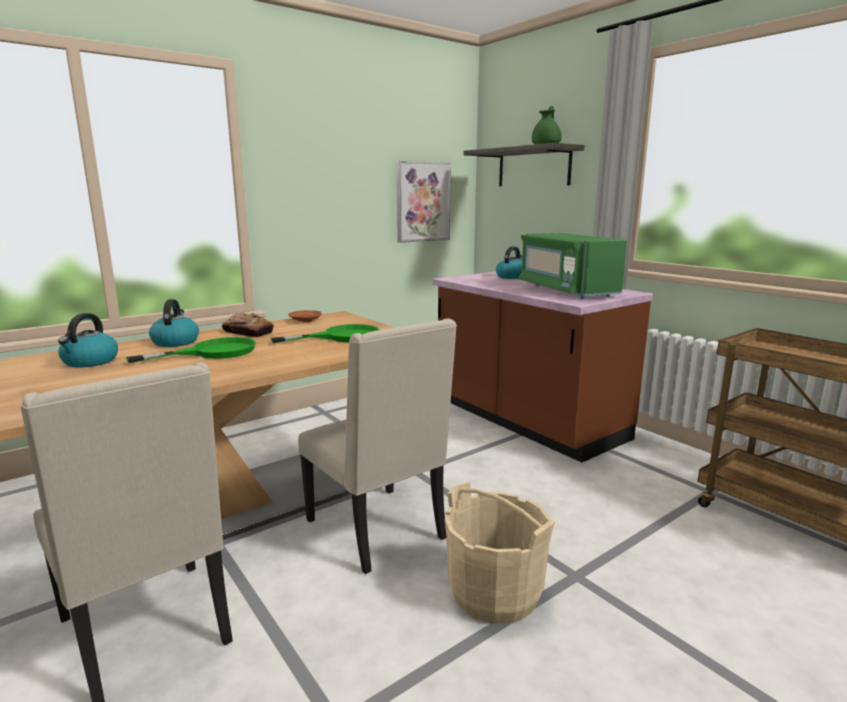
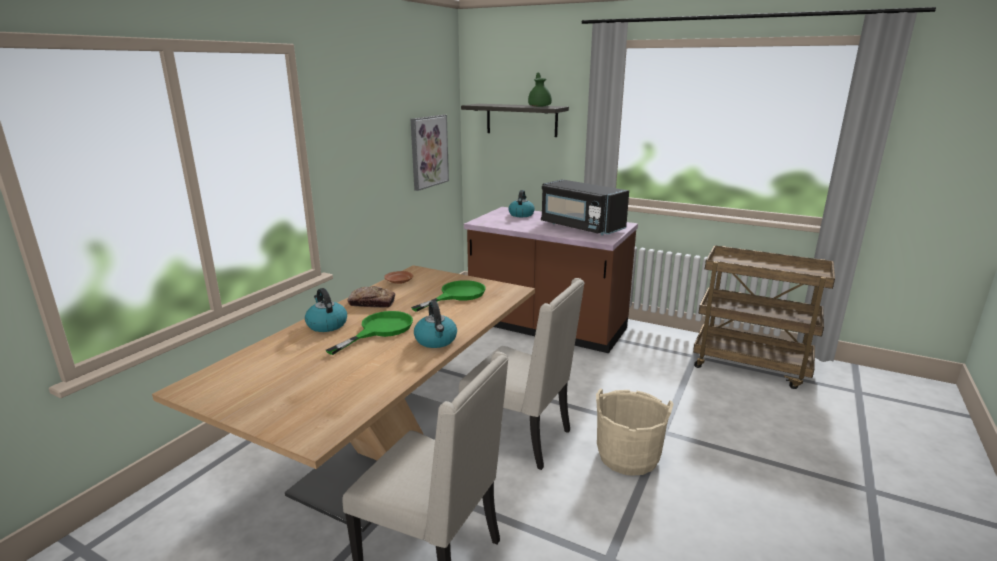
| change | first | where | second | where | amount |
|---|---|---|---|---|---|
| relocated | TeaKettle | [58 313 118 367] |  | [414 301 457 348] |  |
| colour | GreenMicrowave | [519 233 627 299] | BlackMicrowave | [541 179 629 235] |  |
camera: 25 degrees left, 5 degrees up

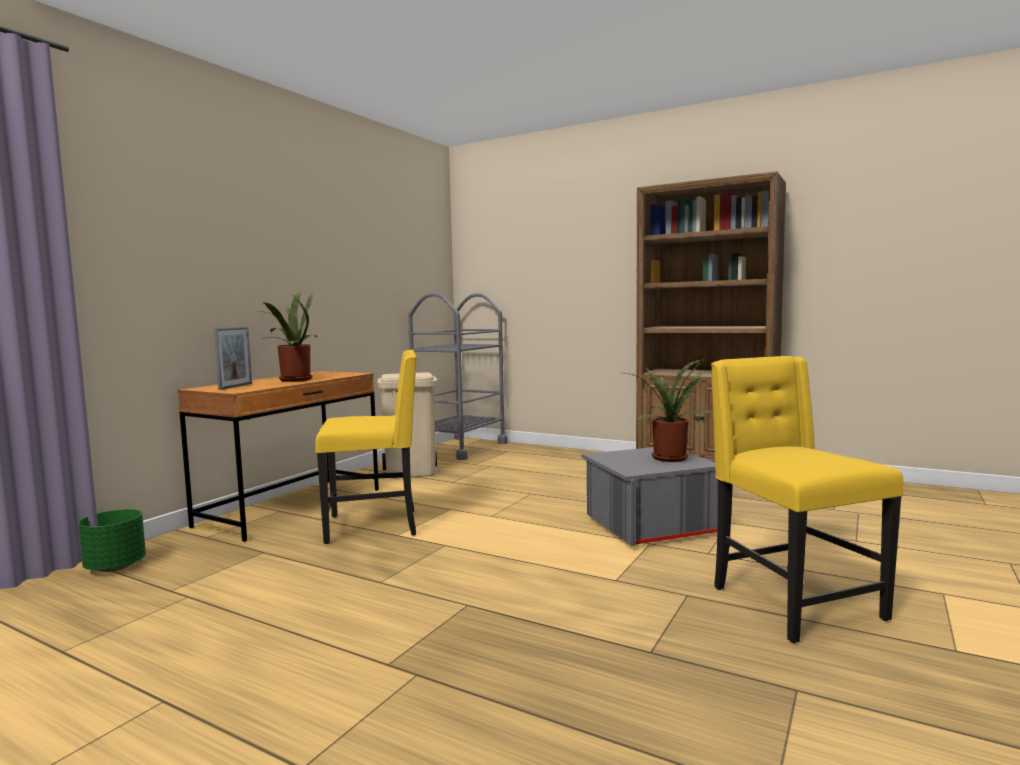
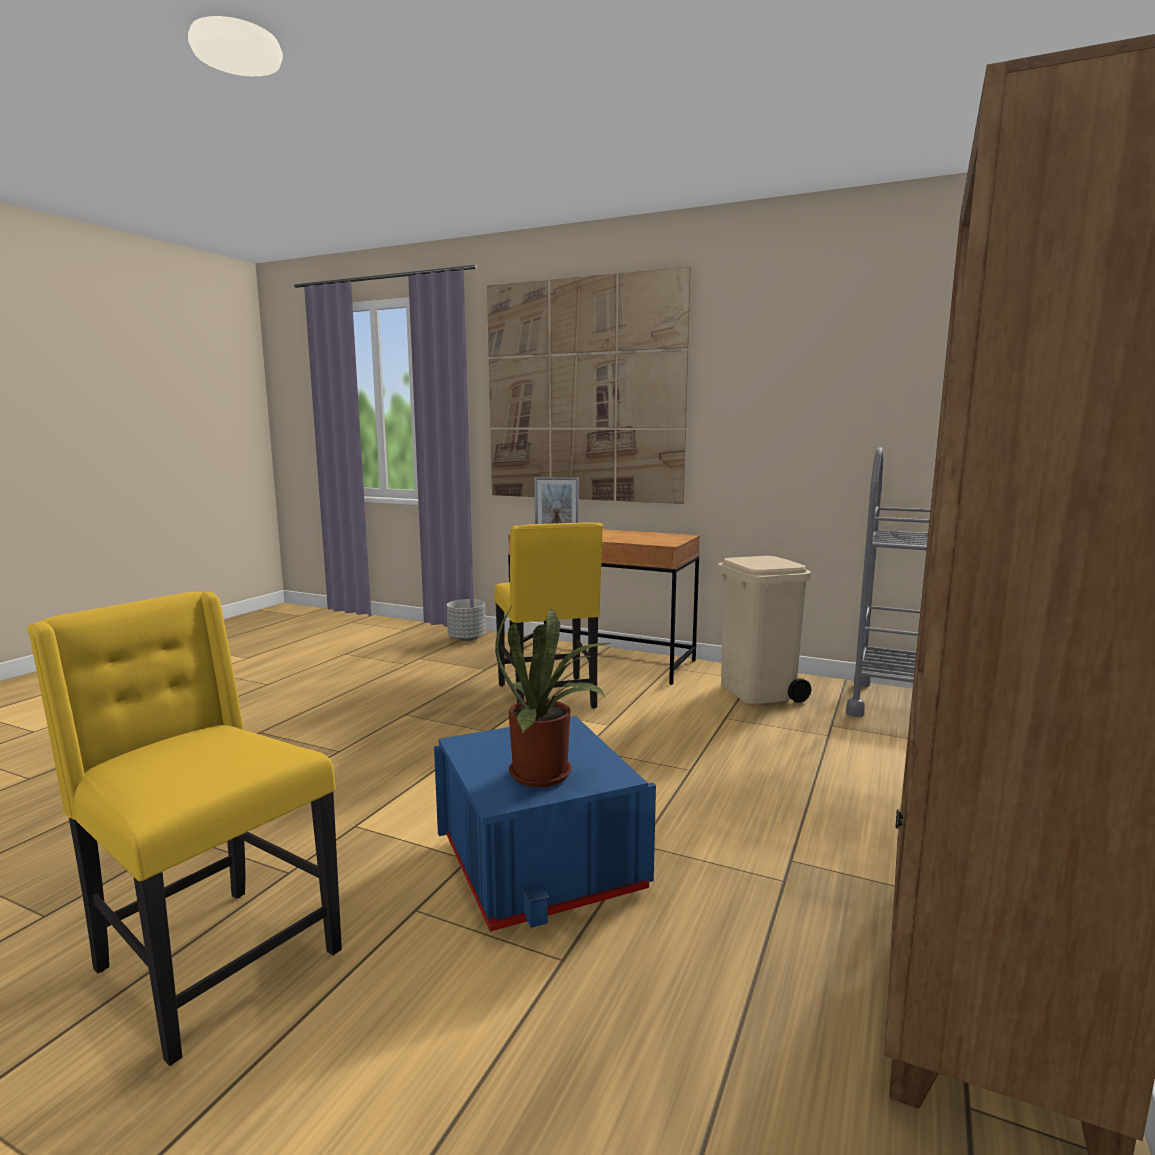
| change | first | where | second | where | amount |
|---|---|---|---|---|---|
| spun | YellowColouredUprightChair | [711 356 903 643] |  | [27 591 342 1066] | 120 degrees counterclockwise |
| colour | GreyishStorageContainer | [582 447 718 546] | BluishStorageContainer | [434 716 656 932] |  |
| colour | GreenPlantPot | [78 509 146 572] | GreyishPlantPot | [447 599 486 641] |  |
| appeared |  |  | WallPicture | [487 267 691 504] |  |
| missing | PlantInAPot | [258 291 317 382] |  |  |  |
camera: 85 degrees right, 5 degrees up

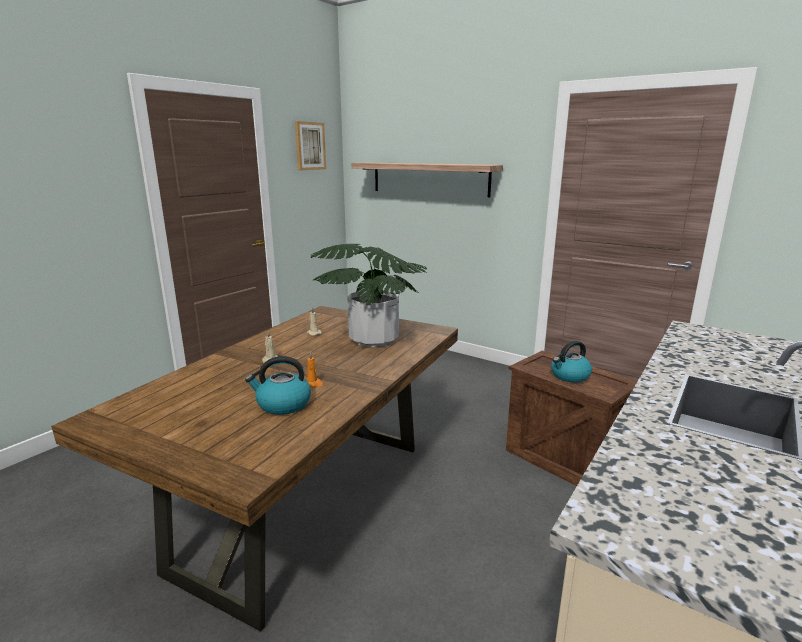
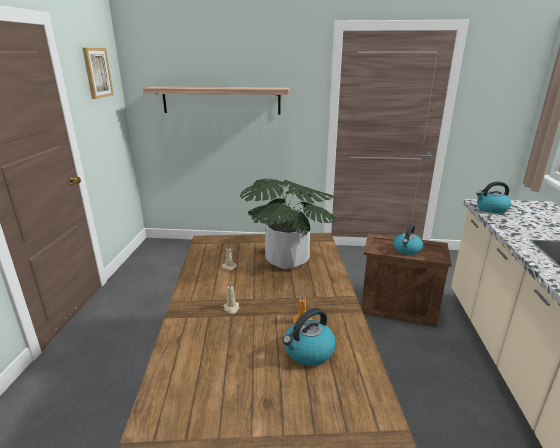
| change | first | where | second | where | amount |
|---|---|---|---|---|---|
| appeared |  |  | TeaKettle | [476 181 511 214] |  |
camera: 30 degrees left, 5 degrees up

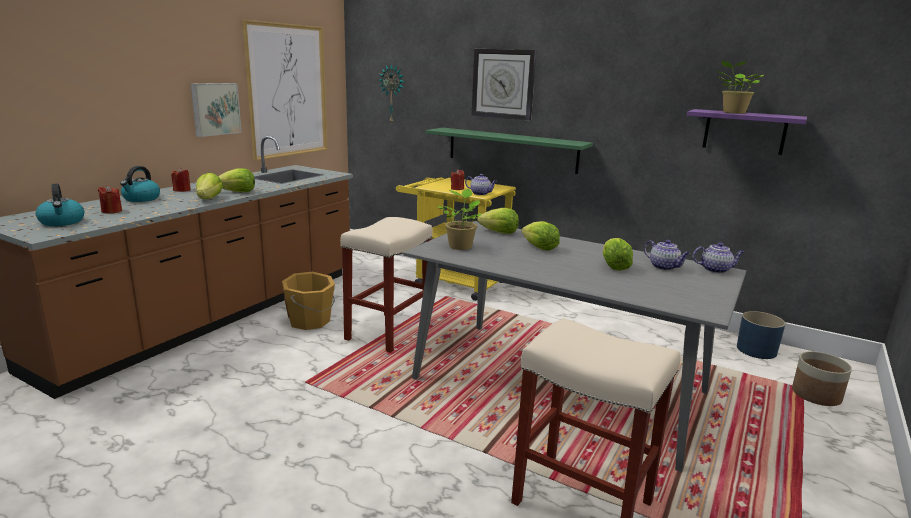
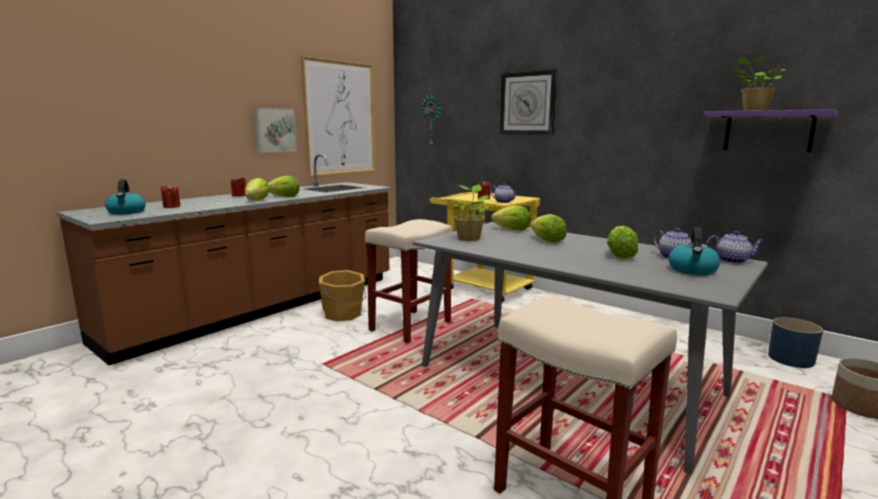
| change | first | where | second | where | amount |
|---|---|---|---|---|---|
| relocated | TeaKettle | [120 166 160 202] |  | [668 227 720 275] |  |
| missing | GreenBracketShelf | [426 128 593 174] |  |  |  |
camera: 10 degrees right, 5 degrees down

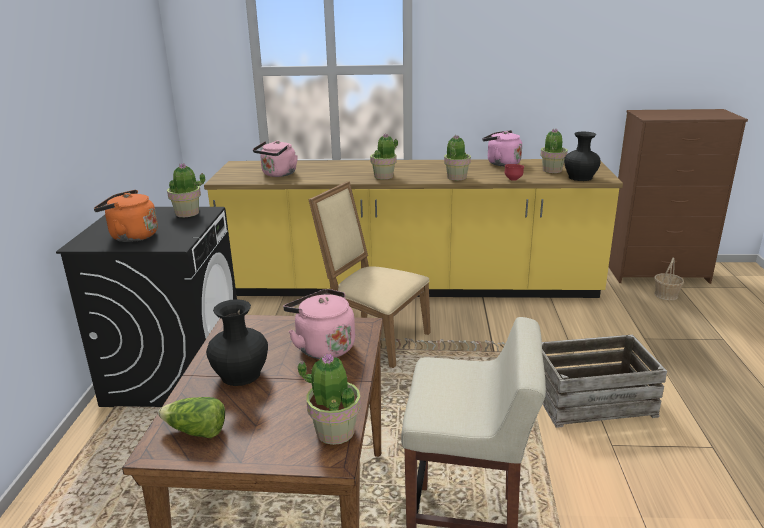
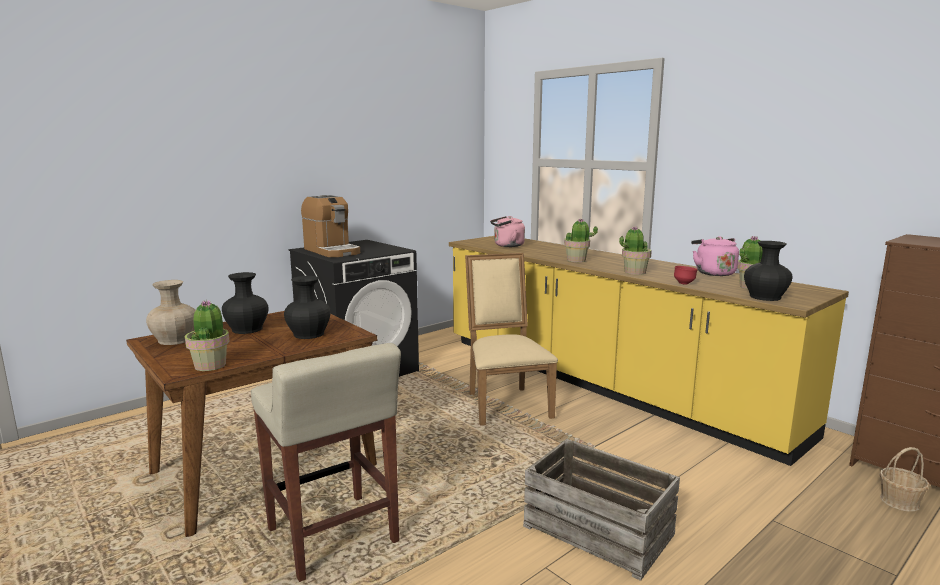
| change | first | where | second | where | amount |
|---|---|---|---|---|---|
| exchanged | Lettuce | [158 397 225 438] | BeigeColouredDecorativeVase | [146 280 196 345] |  |
| exchanged | PinkishTeaKettle | [283 289 355 359] | BlackDecorativeVase | [284 276 331 339] |  |
| exchanged | OrangeTeaKettle | [94 190 158 242] | CoffeeMaker | [301 195 360 257] |  |
| missing | PlantInAPot | [167 163 205 217] |  |  |  |
camera: 45 degrees right, 10 degrees down

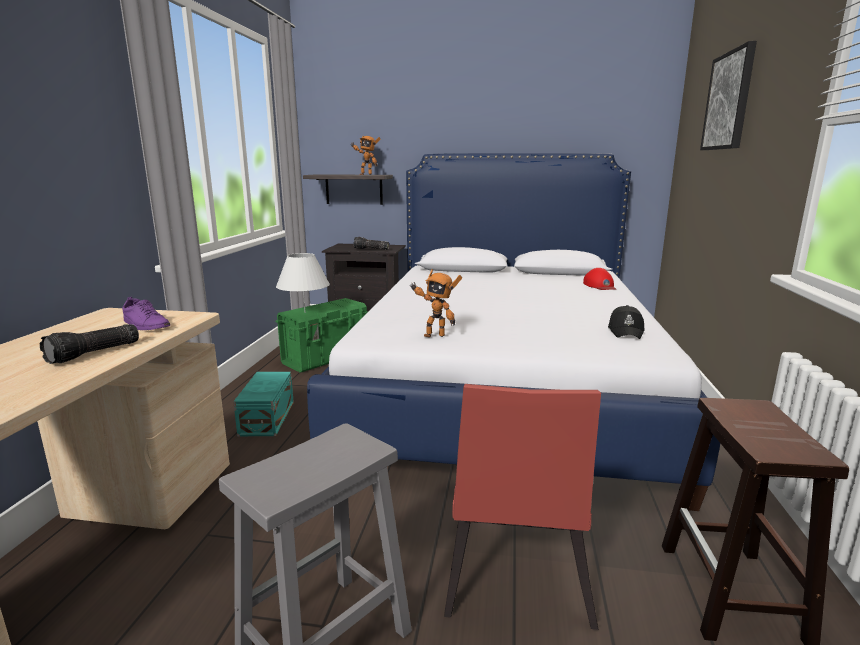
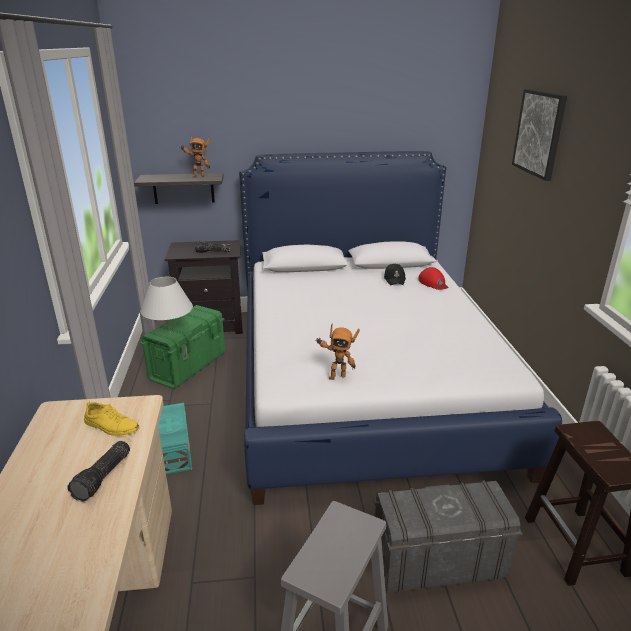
| change | first | where | second | where | amount |
|---|---|---|---|---|---|
| colour | PurpleShoe | [122 297 170 330] | YellowColouredShoe | [84 401 139 436] |  |
| exchanged | ReddishUprightChair | [444 384 601 630] | GreyishStorageContainer | [373 480 522 593] |  |
| relocated | BlackBaseballCap | [608 305 645 339] |  | [384 264 406 285] |  |
camera: 15 degrees left, 10 degrees up

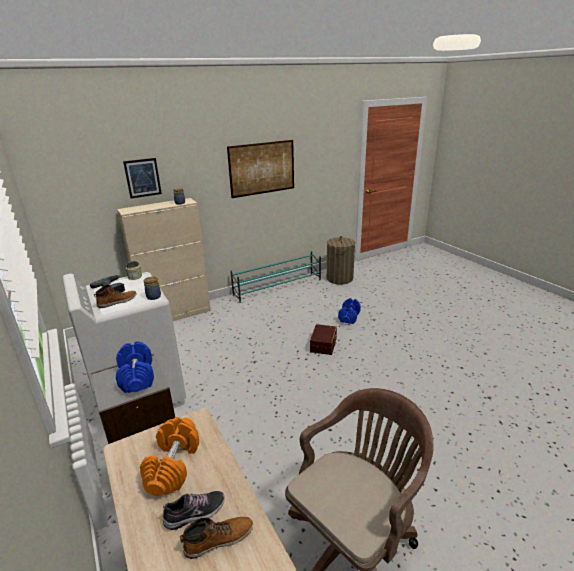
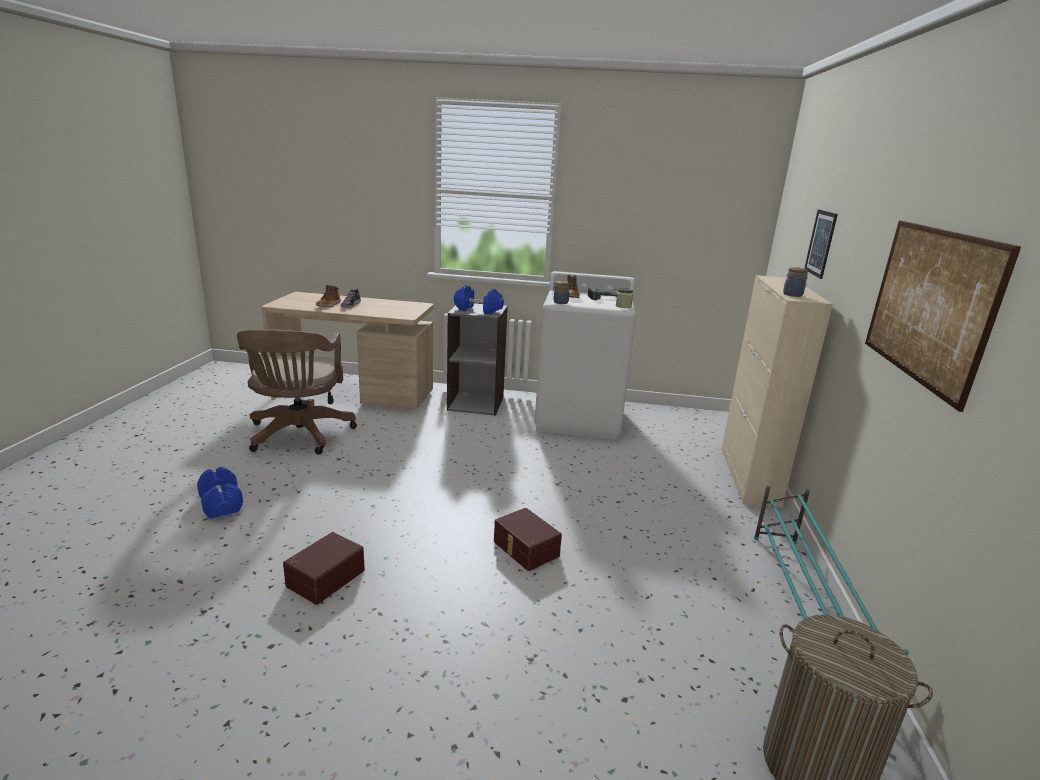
| change | first | where | second | where | amount |
|---|---|---|---|---|---|
| relocated | BluishDumbbell | [338 298 361 324] |  | [197 467 243 519] |  |
| appeared |  |  | BrownColouredStorageContainer | [283 532 365 605] |  |
| missing | OrangeDumbbell | [140 417 199 496] |  |  |  |
camera: 125 degrees right, 5 degrees down

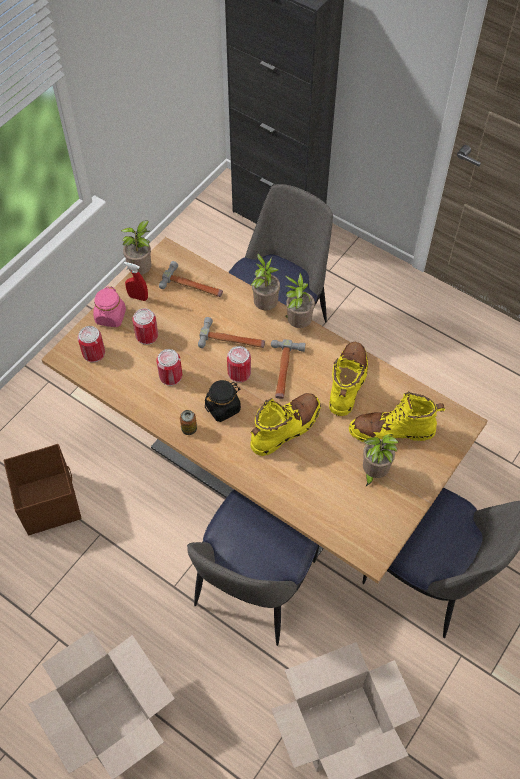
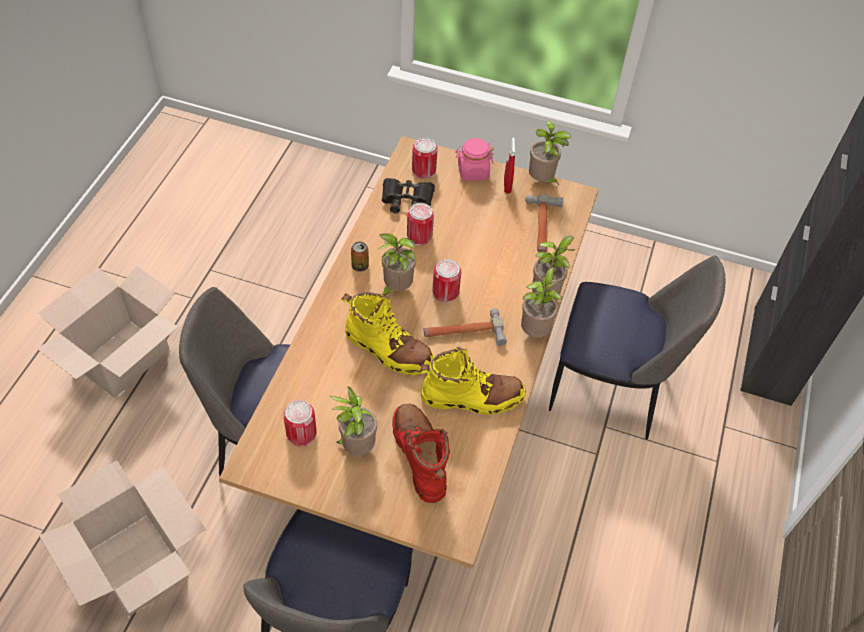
| change | first | where | second | where | amount |
|---|---|---|---|---|---|
| relocated | SealedCan | [132 308 158 345] |  | [283 400 317 447] |  |
| exchanged | BlackPreserveJar | [205 380 241 422] | PlantInAPot | [378 233 416 295] |  |
| appeared |  |  | BlackPairOfBinoculars | [382 178 435 213] |  |
| colour | YellowColouredHighTopBoot | [349 392 445 442] | ReddishHighTopBoot | [392 404 450 503] |  |
| missing | BrownColouredStorageContainer | [3 444 82 535] |  |  |  |
| missing | ToolHammer | [198 317 265 348] |  |  |  |
camera: 70 degrees right, 5 degrees down

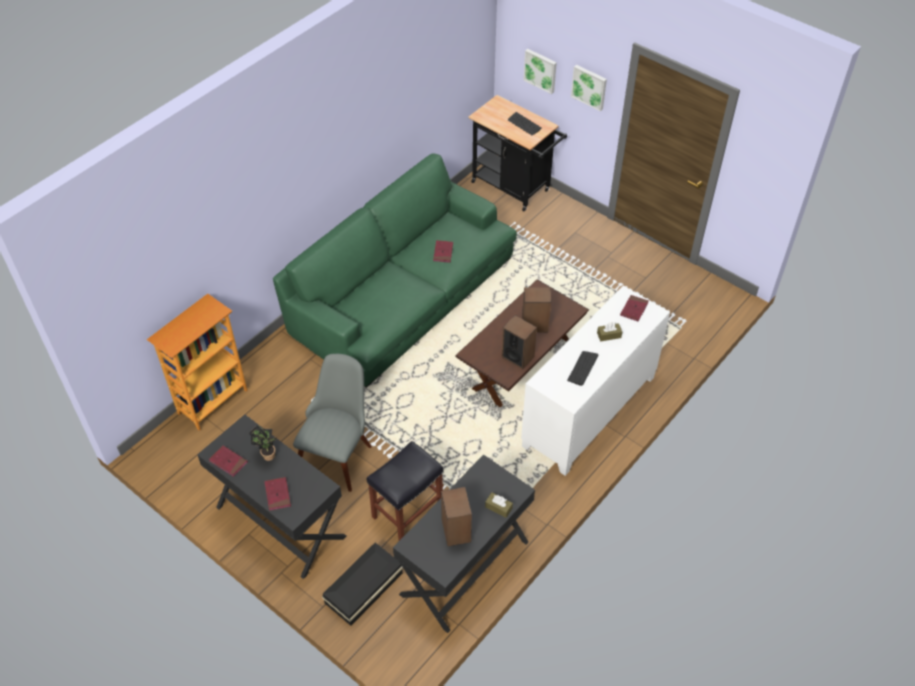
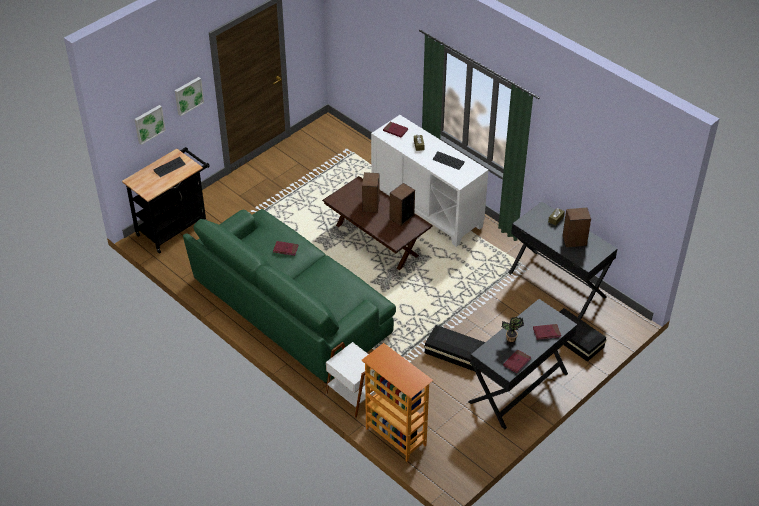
| change | first | where | second | where | amount |
|---|---|---|---|---|---|
| appeared |  |  | WhiteColouredEndTable | [326 342 374 418] |  |
| exchanged | GreyishUprightChair | [293 354 372 492] | BlackStorageContainer | [424 325 485 371] |  |
| missing | BlackStoolSeat | [367 441 444 541] |  |  |  |
camera: 85 degrees left, 5 degrees down

